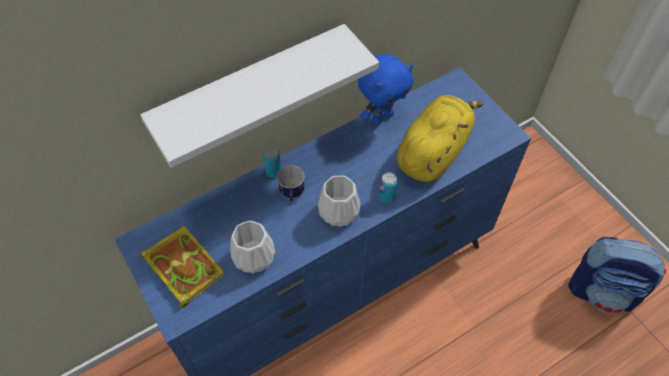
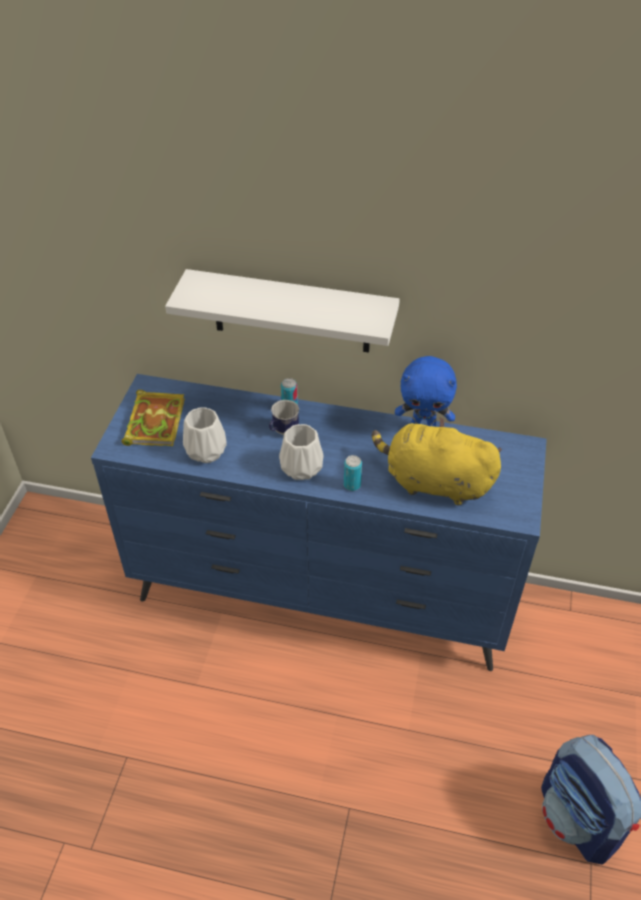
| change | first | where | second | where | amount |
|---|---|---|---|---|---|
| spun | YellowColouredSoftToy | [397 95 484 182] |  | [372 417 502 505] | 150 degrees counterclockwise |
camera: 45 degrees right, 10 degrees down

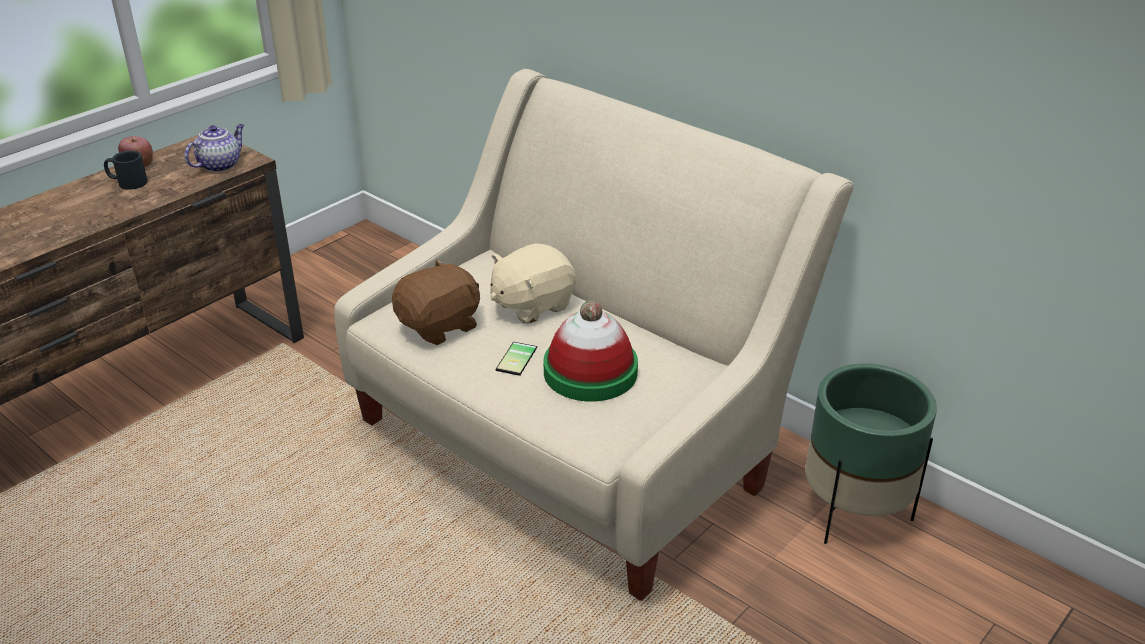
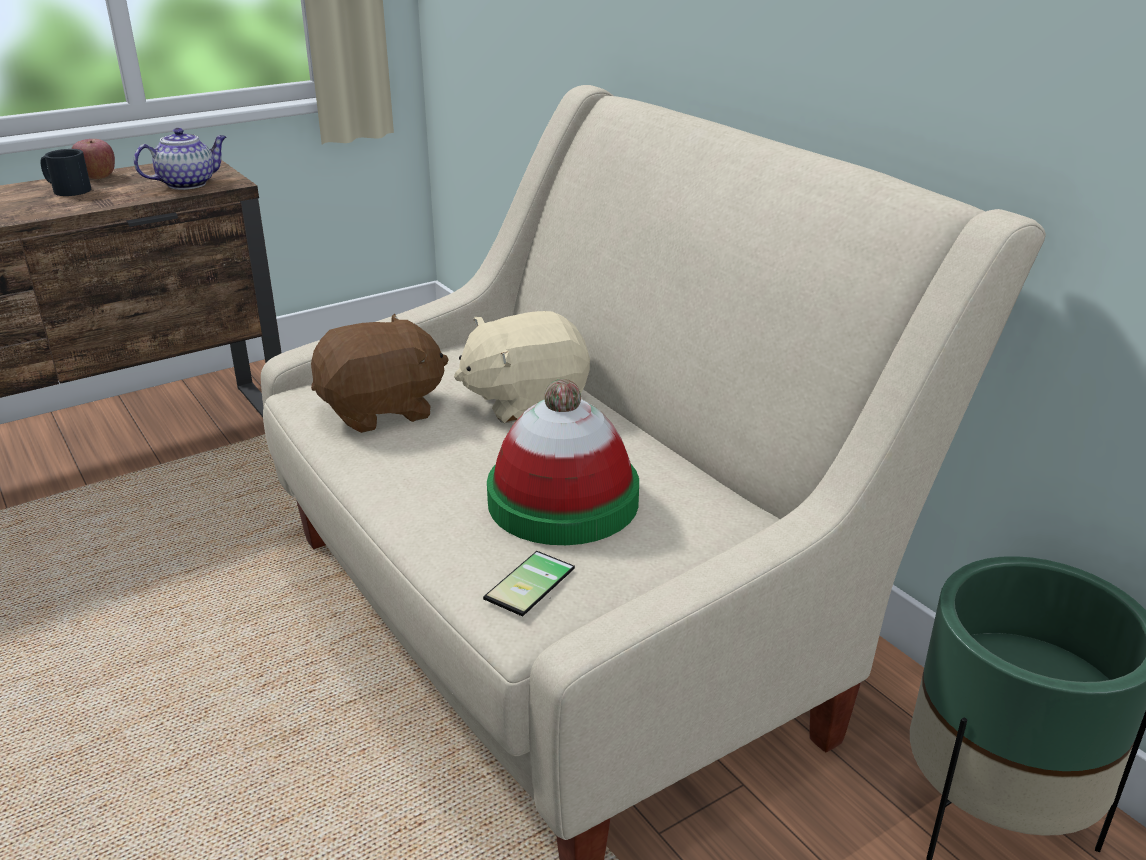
| change | first | where | second | where | amount |
|---|---|---|---|---|---|
| relocated | Handset | [495 342 537 376] |  | [483 551 575 617] |  |
camera: 15 degrees right, 5 degrees down

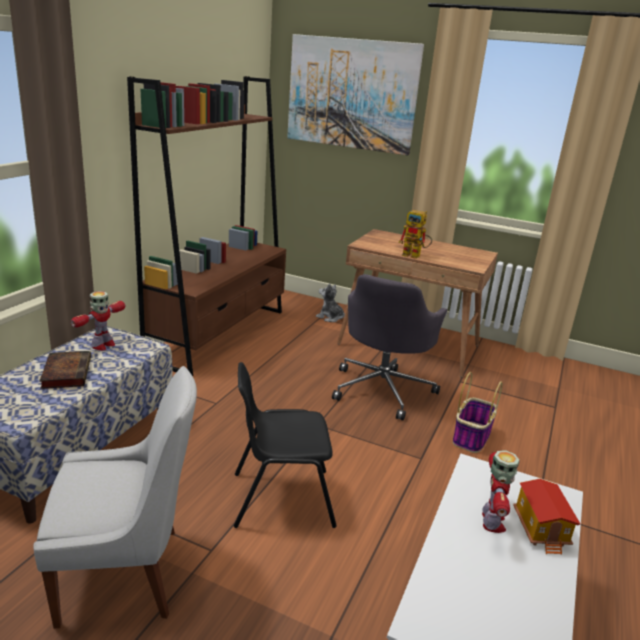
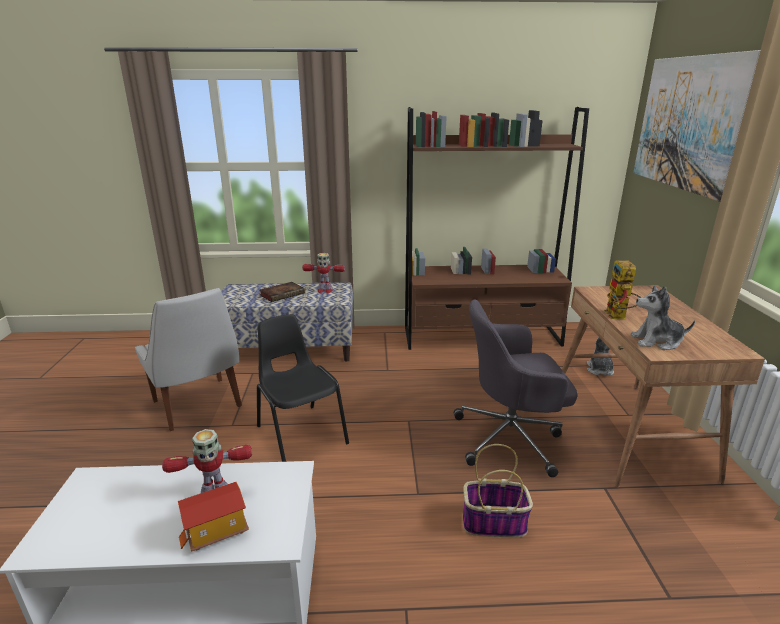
| change | first | where | second | where | amount |
|---|---|---|---|---|---|
| appeared |  |  | SoftToy | [631 286 695 350] |  |
camera: 65 degrees right, 0 degrees up

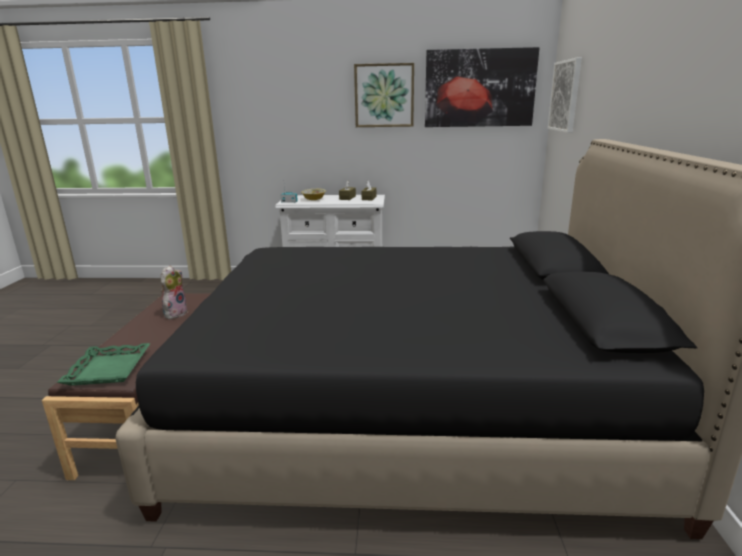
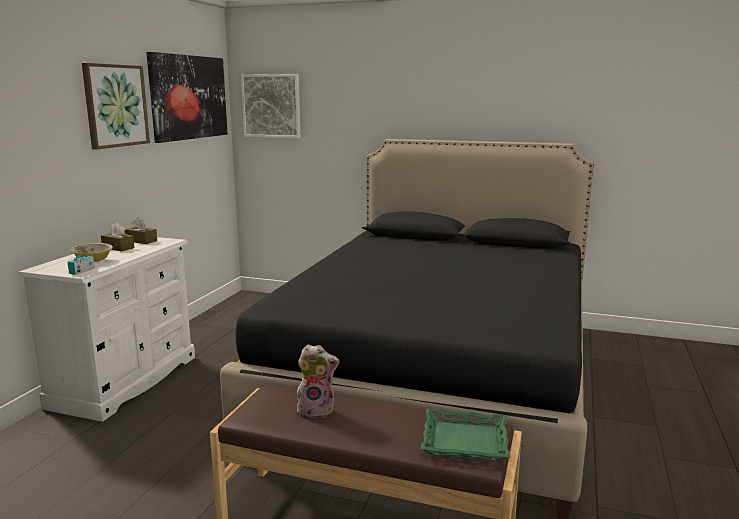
| change | first | where | second | where | amount |
|---|---|---|---|---|---|
| spun | SoftToy | [161 265 187 319] |  | [297 344 339 418] | 150 degrees clockwise |
camera: 75 degrees left, 5 degrees down

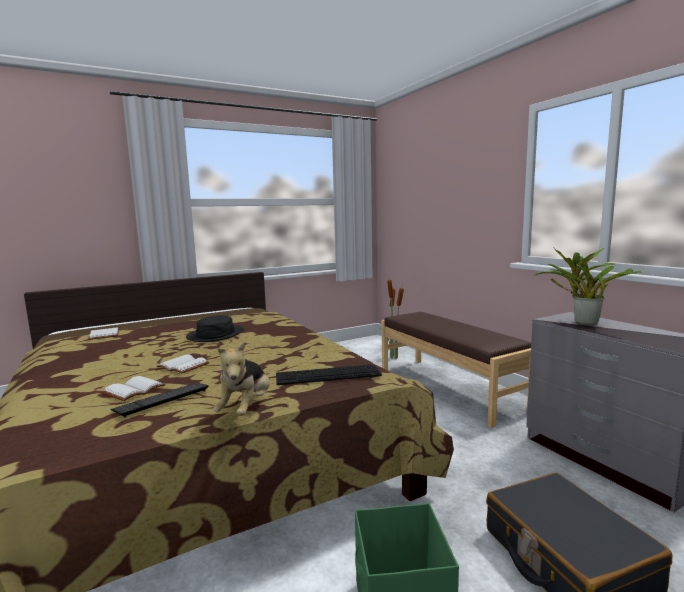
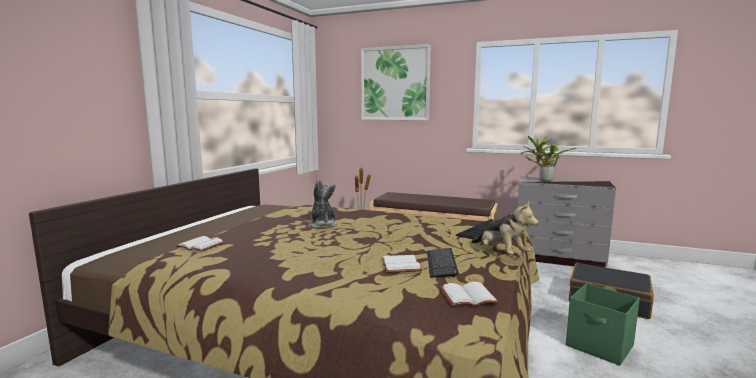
| change | first | where | second | where | amount |
|---|---|---|---|---|---|
| exchanged | BlackClothingHat | [186 315 244 342] | SoftToy | [309 179 337 228] |  |
| appeared |  |  | WallPicture | [361 44 431 120] |  |
| relocated | WhiteColouredBook | [156 355 209 374] |  | [440 282 500 307] |  |
camera: 40 degrees left, 0 degrees up

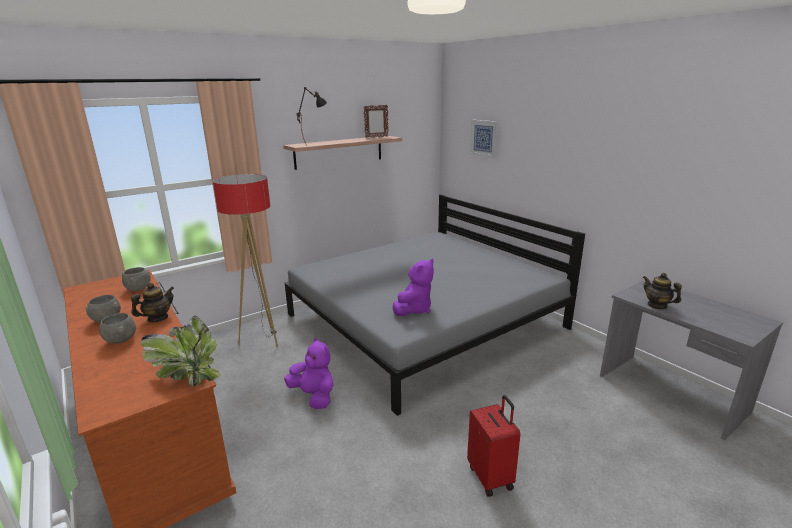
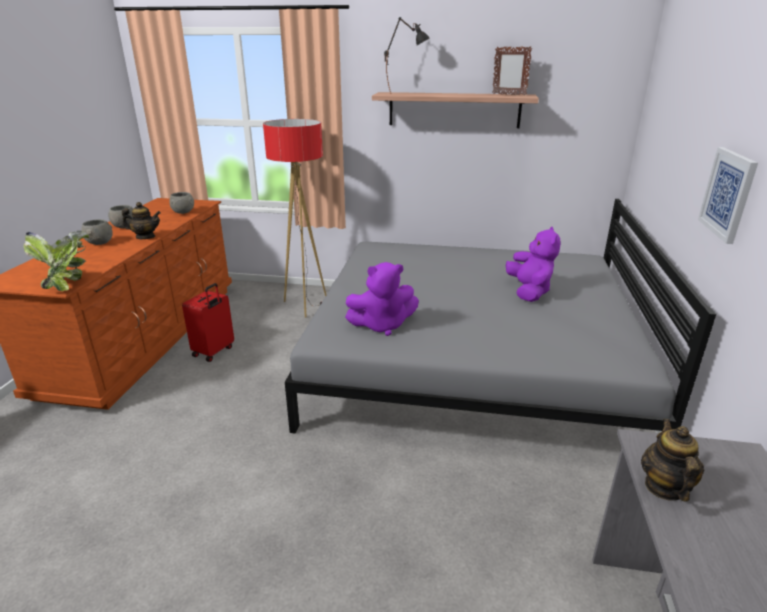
| change | first | where | second | where | amount |
|---|---|---|---|---|---|
| relocated | ReddishPieceOfLuggage | [467 395 521 497] |  | [182 283 234 362] |  |
| relocated | PurpleSoftToy | [284 338 333 409] |  | [506 226 561 302] |  |
| relocated | WallPicture | [470 120 498 158] |  | [698 147 758 244] |  |
camera: 45 degrees right, 5 degrees up

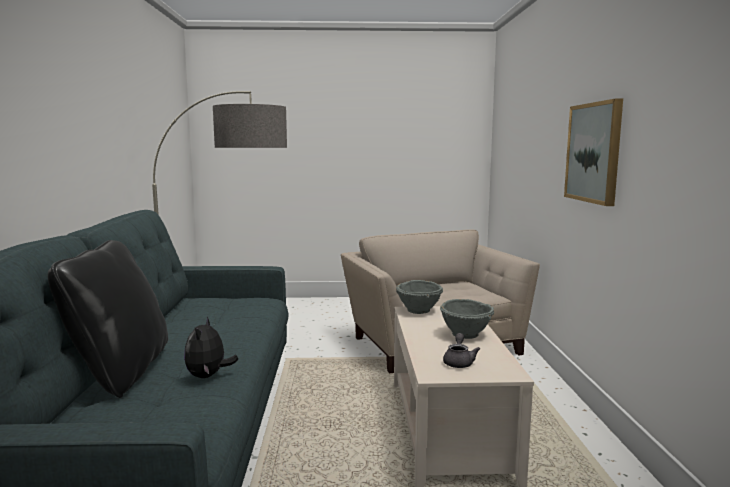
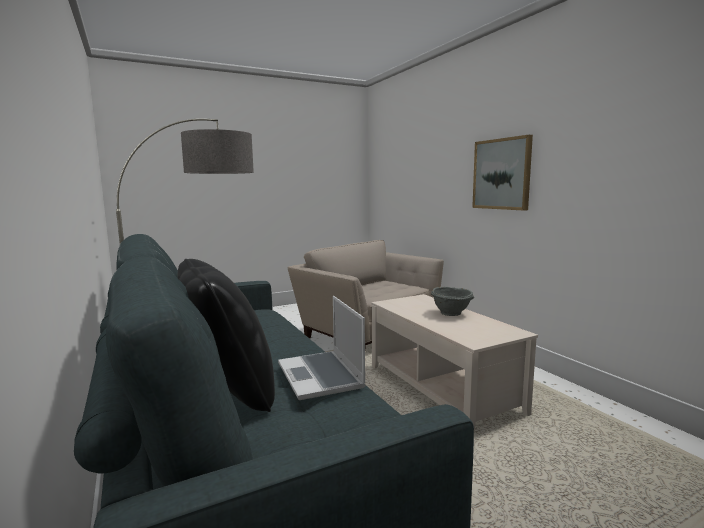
| change | first | where | second | where | amount |
|---|---|---|---|---|---|
| exchanged | SoftToy | [184 317 238 378] | NotebookComputer | [278 296 366 400] |  |
| missing | GreyishDeepDish | [396 280 443 314] |  |  |  |
| missing | GreyishPotForTea | [443 333 480 368] |  |  |  |
camera: 25 degrees left, 0 degrees up

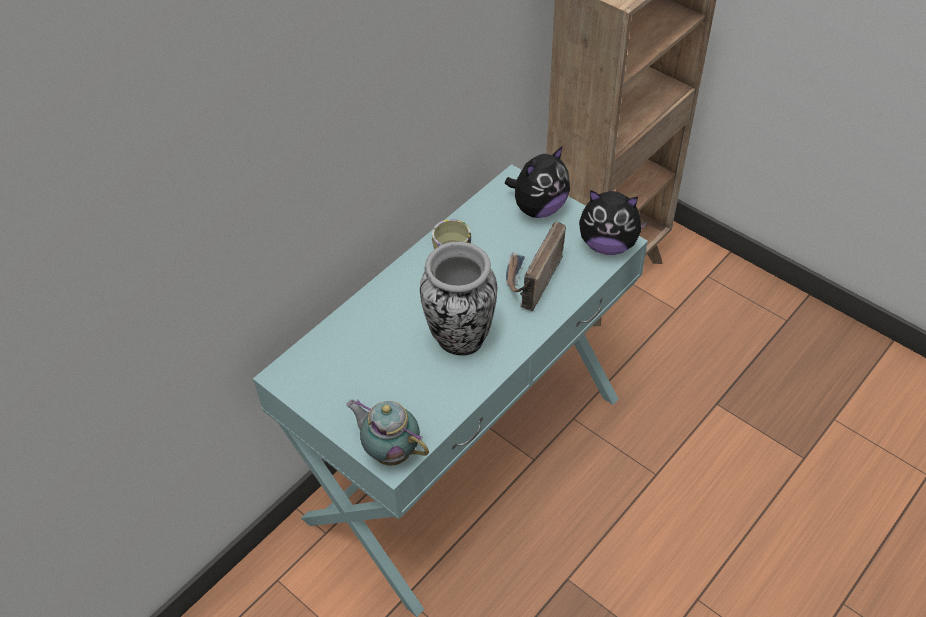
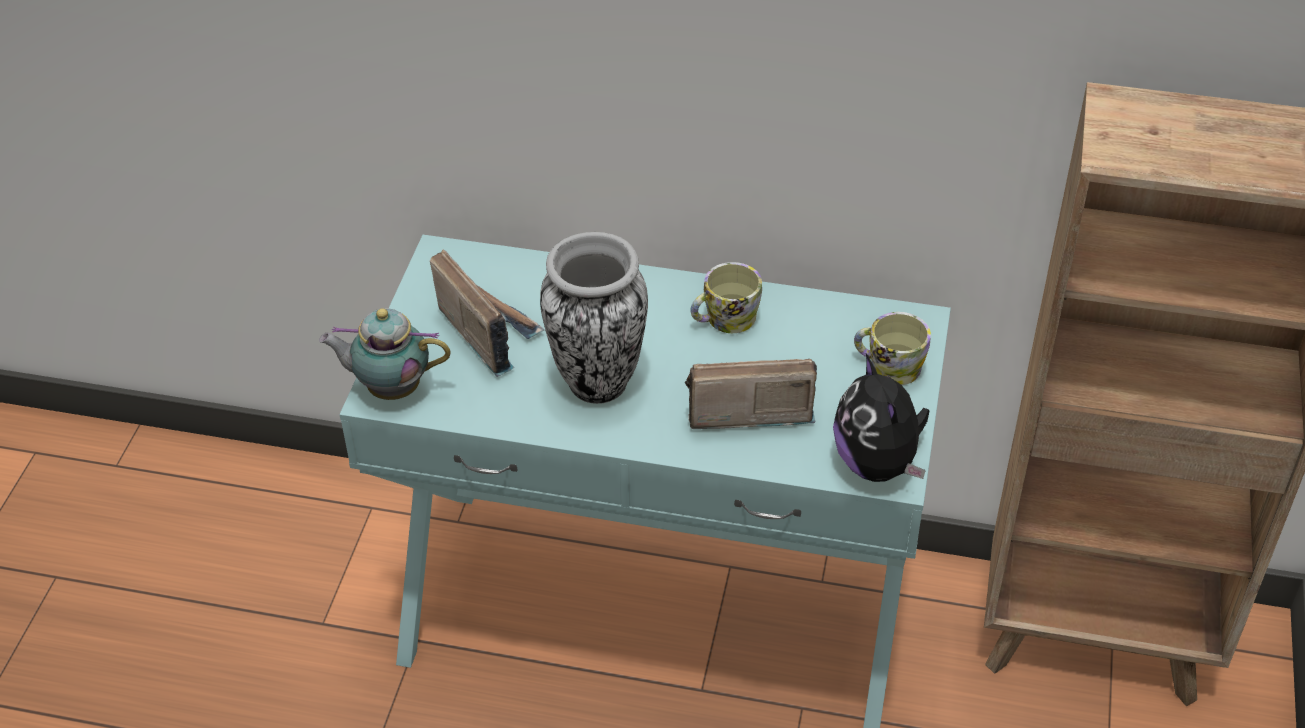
| change | first | where | second | where | amount |
|---|---|---|---|---|---|
| spun | PotForTea | [346 399 429 465] |  | [319 308 451 400] | 90 degrees counterclockwise |
| appeared |  |  | RadioSet | [430 250 544 377] |  |
| exchanged | SoftToy | [505 146 570 218] | TeaMug | [854 312 931 385] |  |
camera: 60 degrees right, 5 degrees down

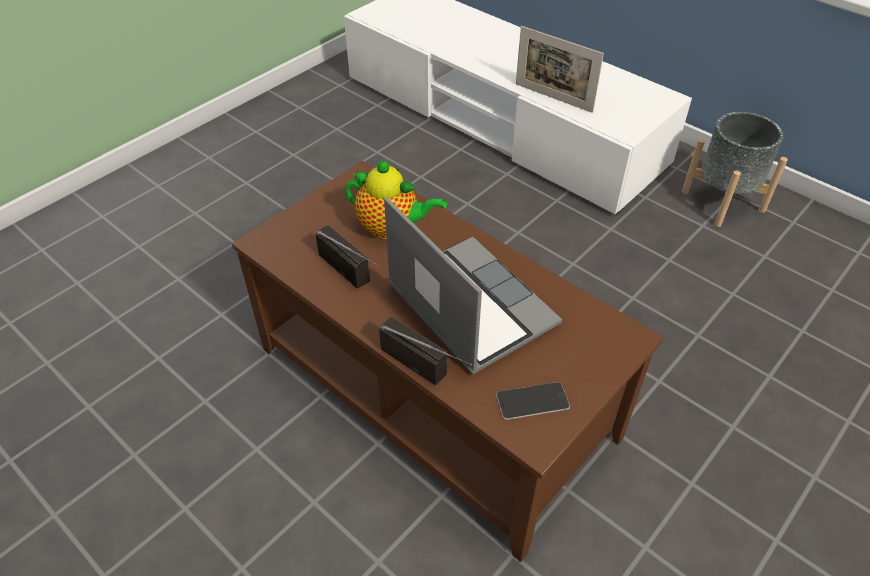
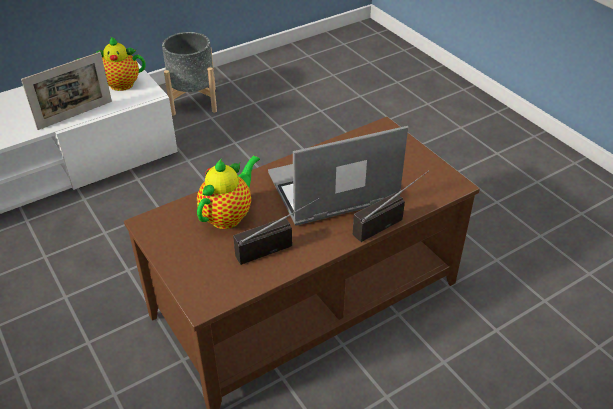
| change | first | where | second | where | amount |
|---|---|---|---|---|---|
| appeared |  |  | PotForTea | [76 36 145 91] |  |
| missing | Handset | [496 382 570 420] |  |  |  |
camera: 75 degrees left, 5 degrees down

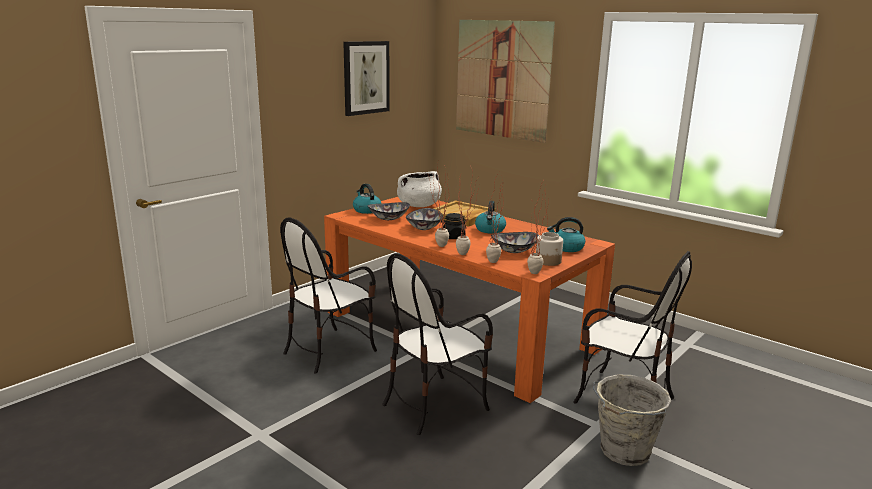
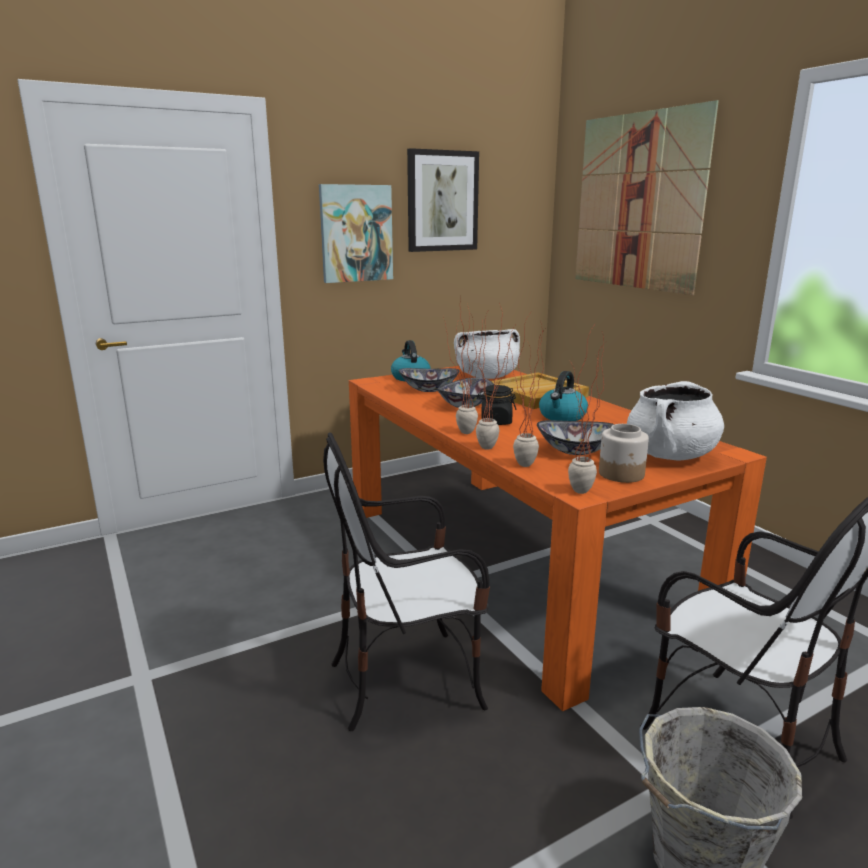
| change | first | where | second | where | amount |
|---|---|---|---|---|---|
| appeared |  |  | WallPicture | [319 184 393 283] |  |
| exchanged | TeaKettle | [547 217 585 252] | WhiteColouredSaucepot | [627 381 724 460] |  |
| missing | UprightChair | [280 217 377 374] |  |  |  |
camera: 20 degrees right, 0 degrees up

